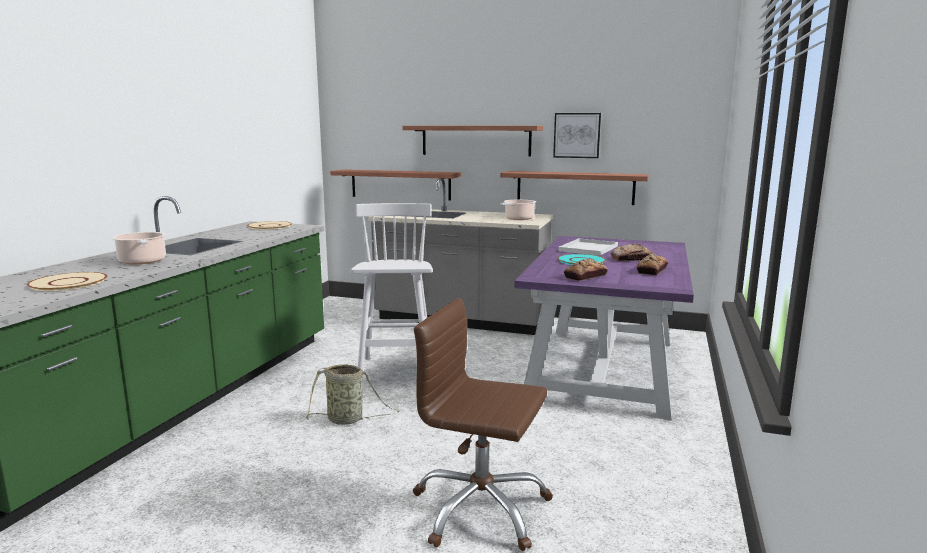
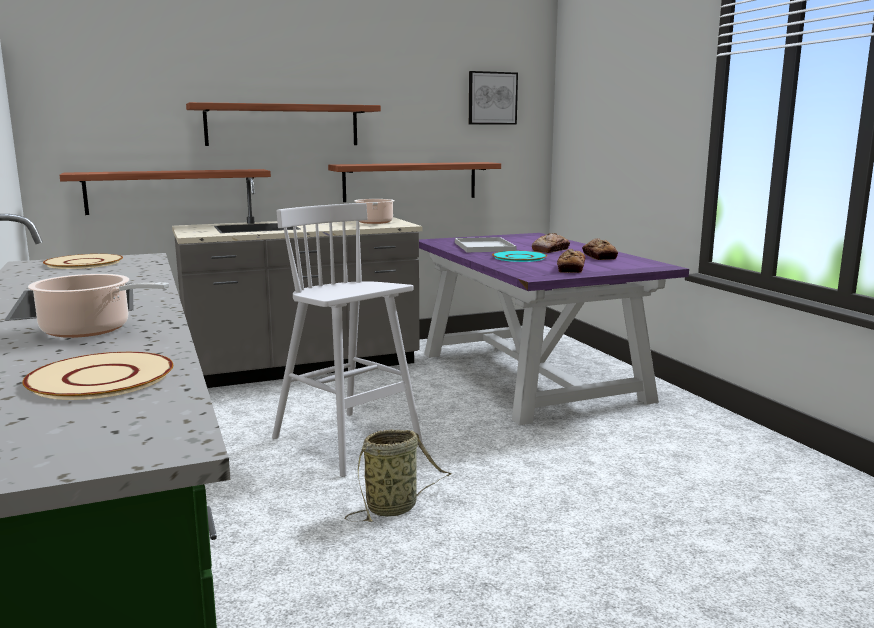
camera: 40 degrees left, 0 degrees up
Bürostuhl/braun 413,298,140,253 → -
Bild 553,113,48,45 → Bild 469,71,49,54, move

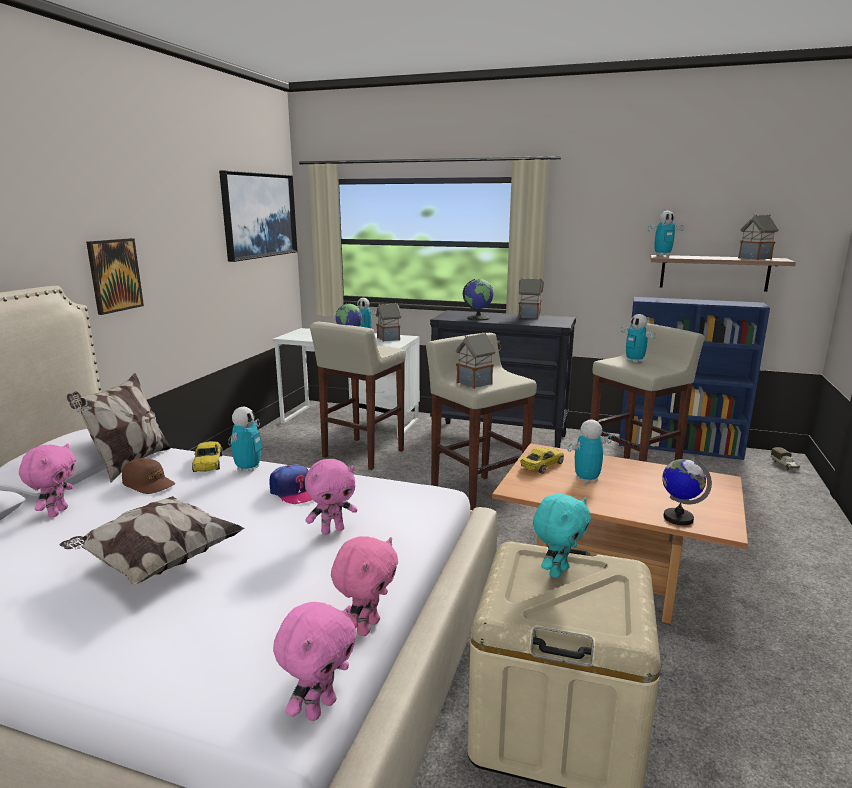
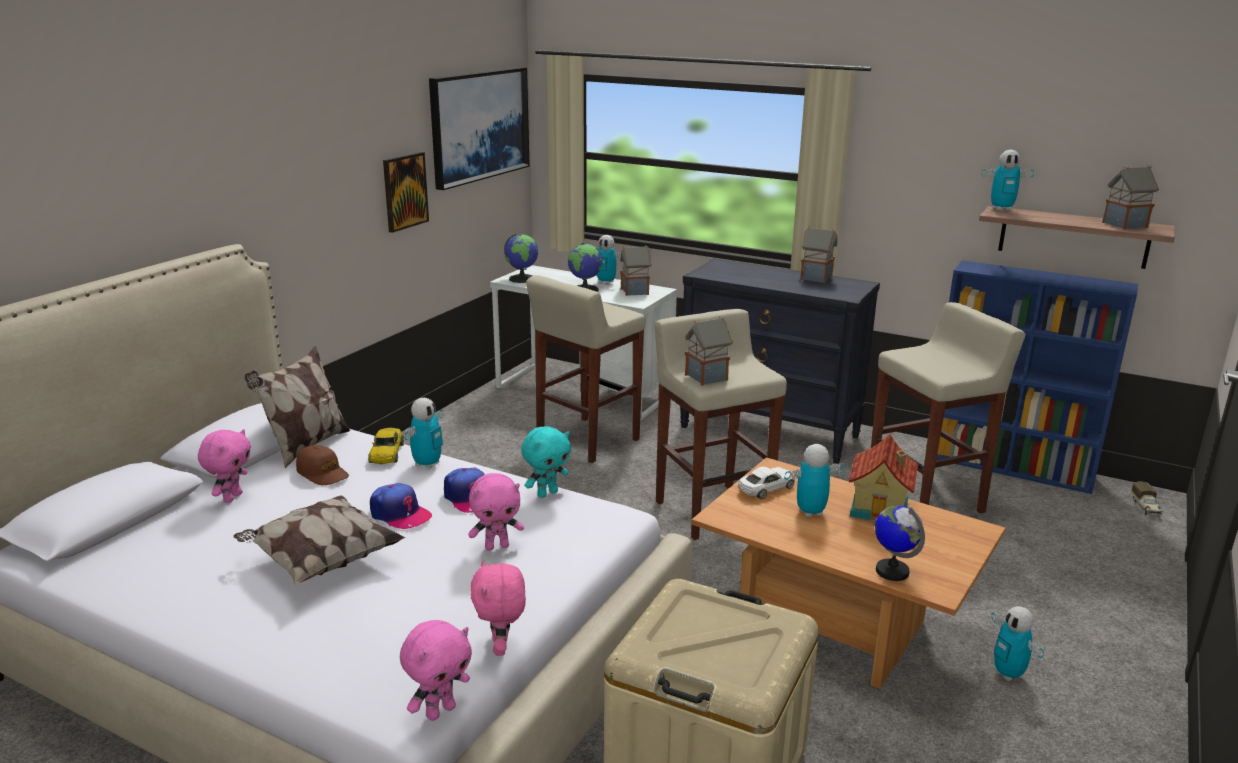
camera: 10 degrees right, 5 degrees up
Bild 86,238,58,77 → Bild 383,152,46,81, move
Plüschtier/rosa 331,536,67,100 → Plüschtier/rosa 470,560,56,96, 135 degrees clockwise
Globus 463,279,30,42 → Globus 504,234,34,49, move
Spielzeugauto/gelb 520,447,44,26 → Spielzeugauto/weiß 738,466,57,33
Plüschtier/türkis 533,494,58,84 → Plüschtier/türkis 521,426,50,72, move
Spielzeugroboter 621,314,35,49 → Spielzeugroboter 991,606,53,75, move
- → Kappe 370,483,62,46
- → Spielzeughaus 849,434,69,88

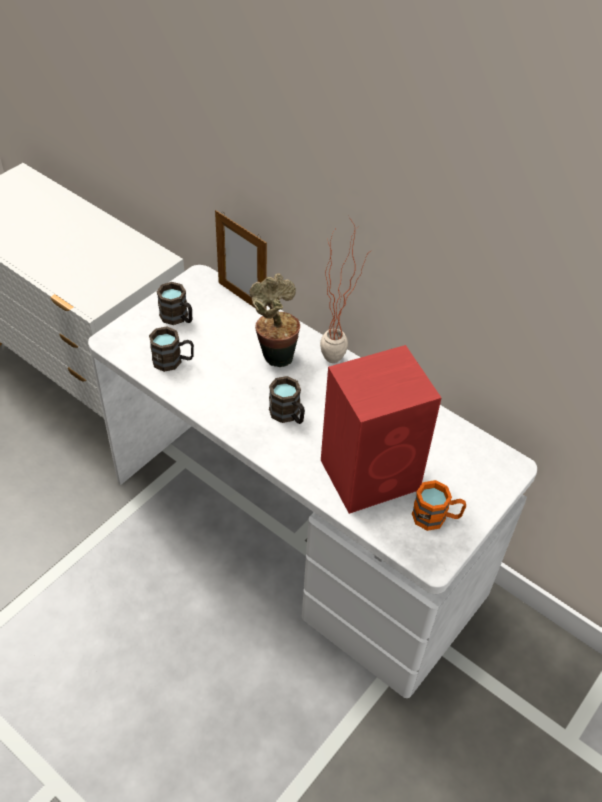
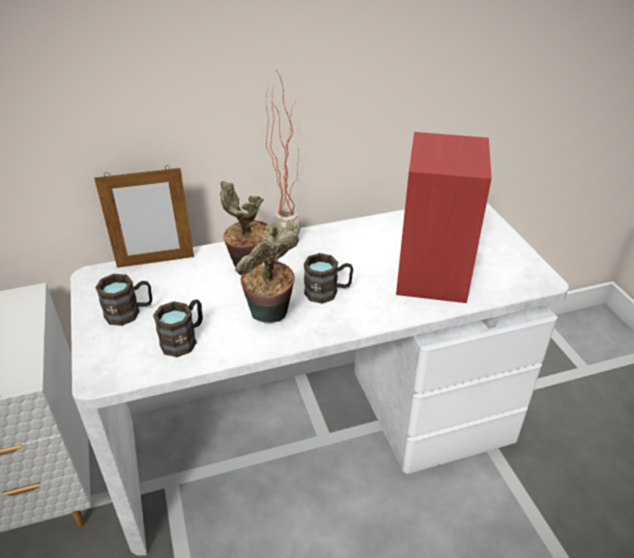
camera: 55 degrees left, 10 degrees down
Henkelbecher/orange 412,480,54,51 → -
- → Topfpflanze 235,220,64,103

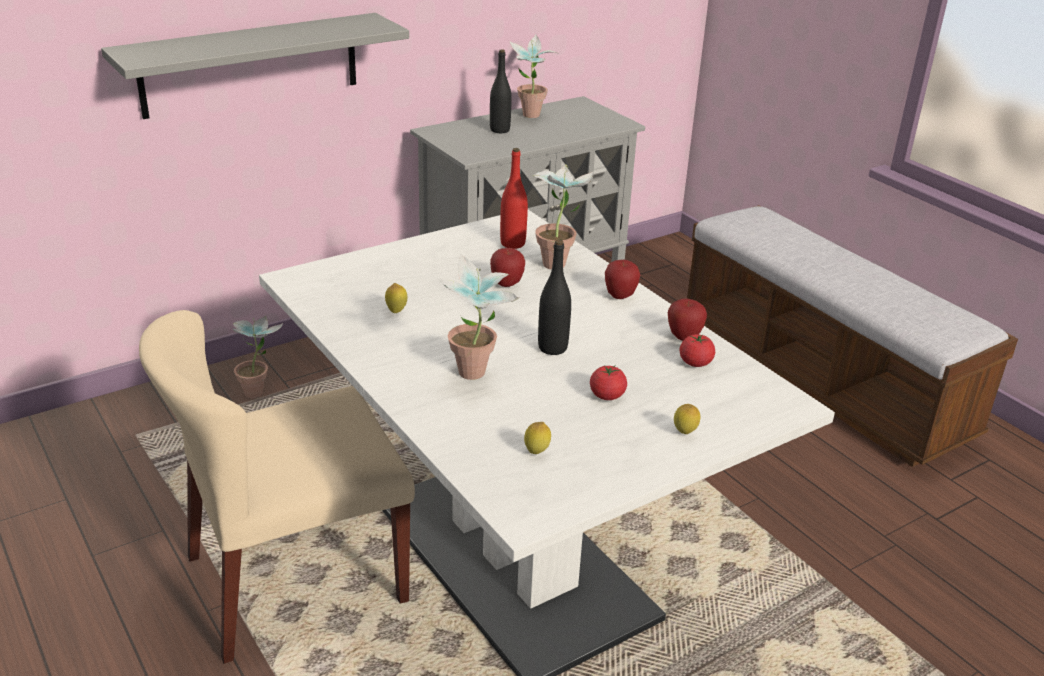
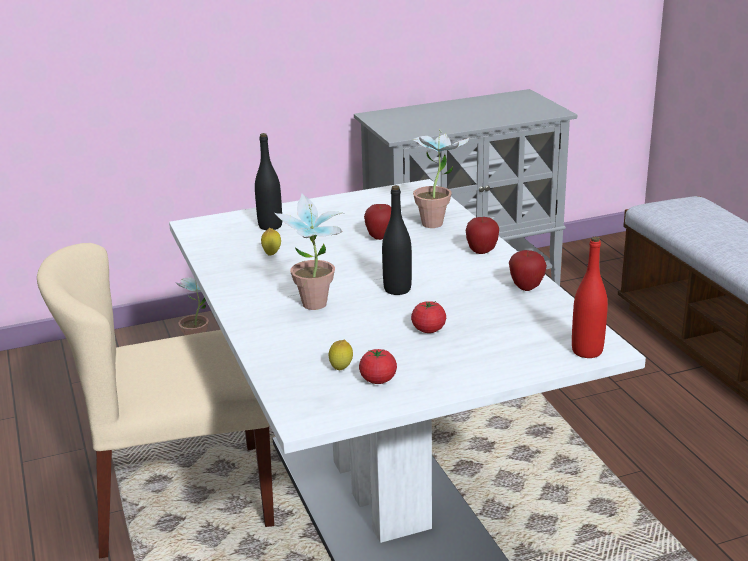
camera: 15 degrees right, 5 degrees down
Wandregal/grau 101,13,308,106 → -
Flasche/schwarz 490,49,22,84 → Flasche/schwarz 255,133,27,97, move
Flasche/rot 500,148,28,101 → Flasche/rot 572,236,36,122, move
Topfpflanze 509,35,49,83 → -
Zitrone 674,404,27,30 → -
Tomate 679,334,36,33 → Tomate 359,349,38,35, move

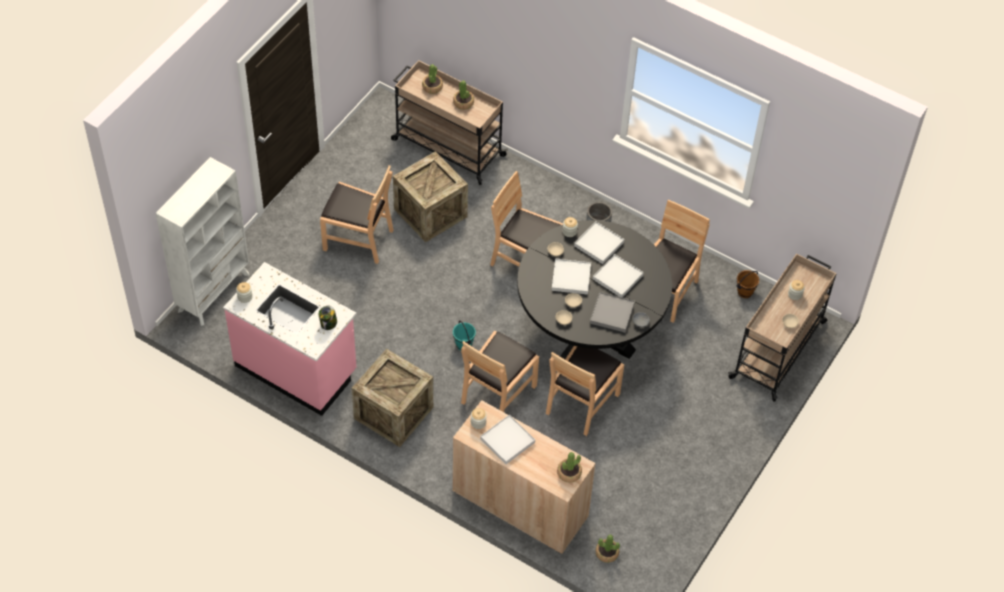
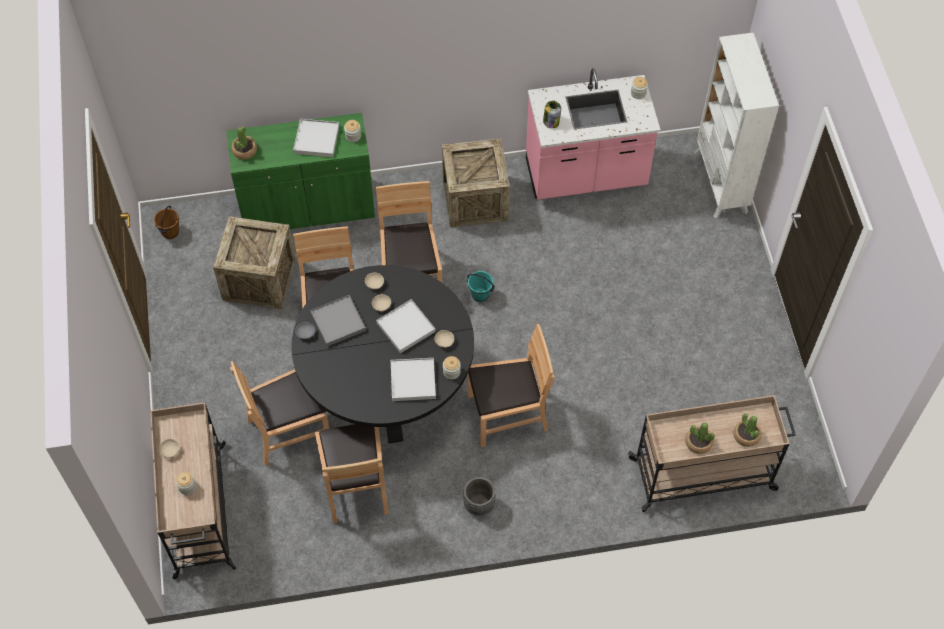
camera: 140 degrees right, 5 degrees up
Stuhl/braun 320,165,74,99 → Stuhl/braun 230,361,99,105, move
Kiste 393,151,75,91 → Kiste 213,216,83,93, move
Schrank/beige 453,400,143,154 → Schrank/grün 226,113,149,116
Tablett/weiß 593,254,51,43 → -
Topfpflanze 595,534,25,29 → -
Eimer/braun 736,270,23,28 → Eimer/braun 154,206,25,33, move

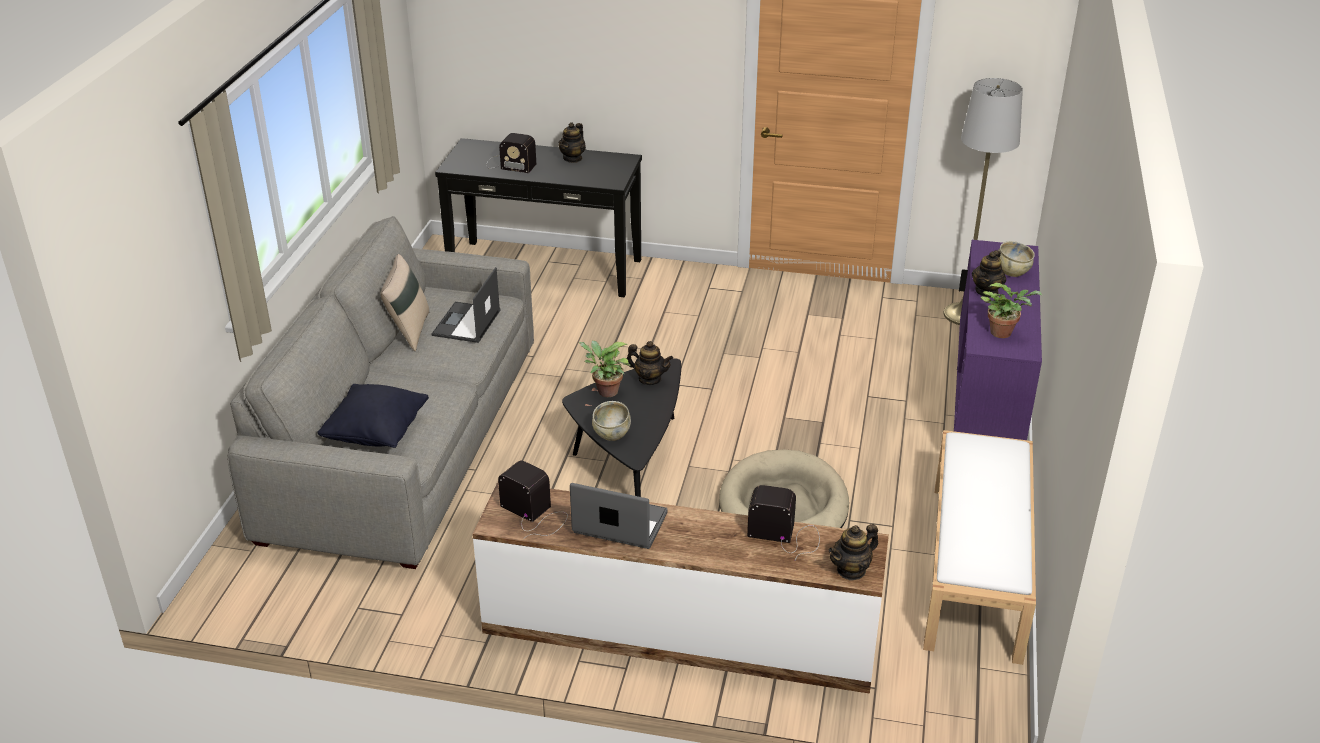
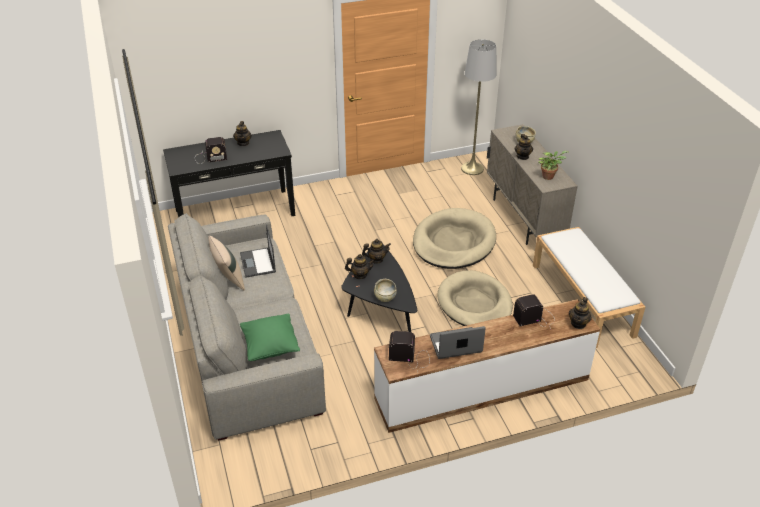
camera: 30 degrees left, 5 degrees up
Kissen/schwarz 317,384,112,64 → Kissen/grün 240,314,60,47
Topfpflanze 579,341,52,56 → Teekanne 345,254,30,25
Schrank/lila 954,240,88,200 → Schrank/beige 487,124,91,121
- → Hundebett/beige 413,208,83,61

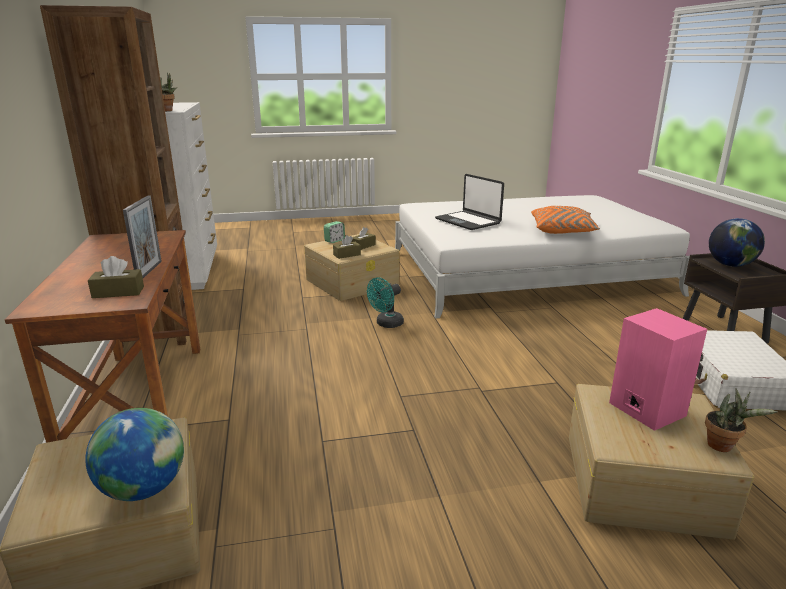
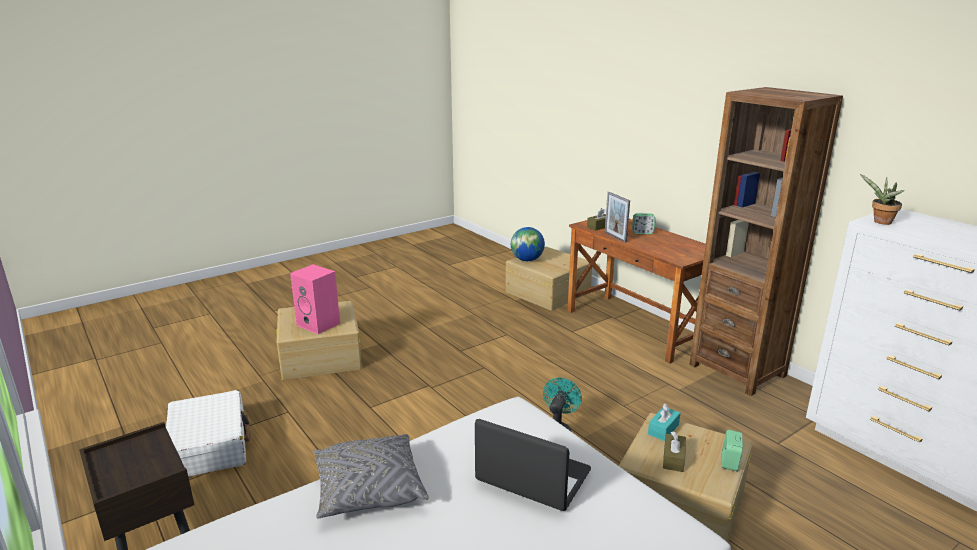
camera: 155 degrees right, 0 degrees up
Taschentuchbox/braun 333,235,28,24 → Taschentuchbox/türkis 648,404,32,37
Kissen/orange 531,206,69,28 → Kissen/grau 313,434,116,84
Topfpflanze 705,389,73,63 → -
Globus 709,218,56,49 → -
- → Wecker 632,213,24,21

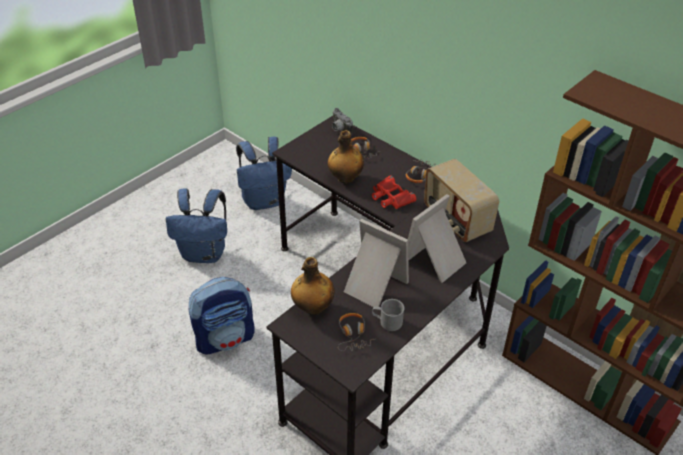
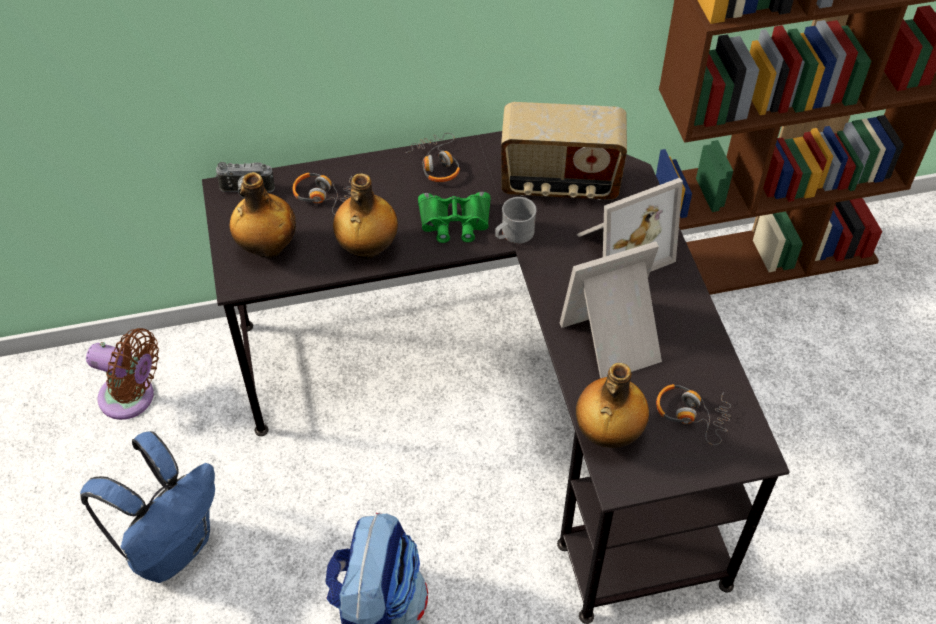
camera: 55 degrees left, 10 degrees up
Rucksack/blau 236,137,56,73 → Ventilator/braun 86,328,73,92
Fernglas/rot 372,175,44,34 → Fernglas/grün 418,192,73,51
Henkelbecher/grau 372,299,33,32 → Henkelbecher/grau 495,197,42,47, move
Bilderrahmen 408,194,58,89 → Bilderrahmen 577,178,106,94, 105 degrees counterclockwise
- → Flasche 230,172,66,86

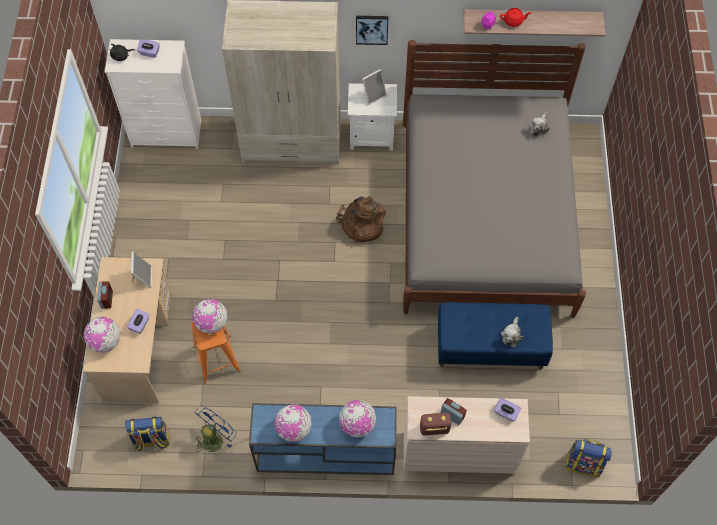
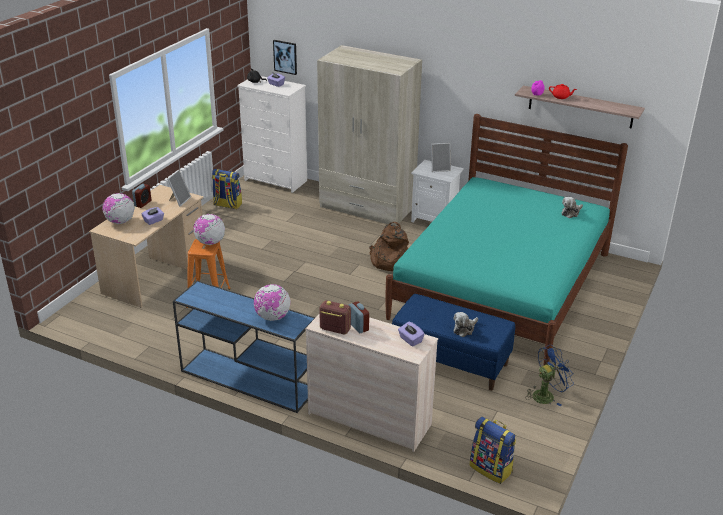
camera: 25 degrees right, 30 degrees down
Rucksack 125,417,45,35 → Rucksack 212,169,30,40, move
Ventilator/blau 194,405,42,47 → Ventilator/blau 525,344,49,62, move
Globus 274,404,37,38 → -
Bild 356,16,32,29 → Bild 273,40,24,35, move
Bett/grau 403,40,183,278 → Bett/türkis 385,114,243,251

